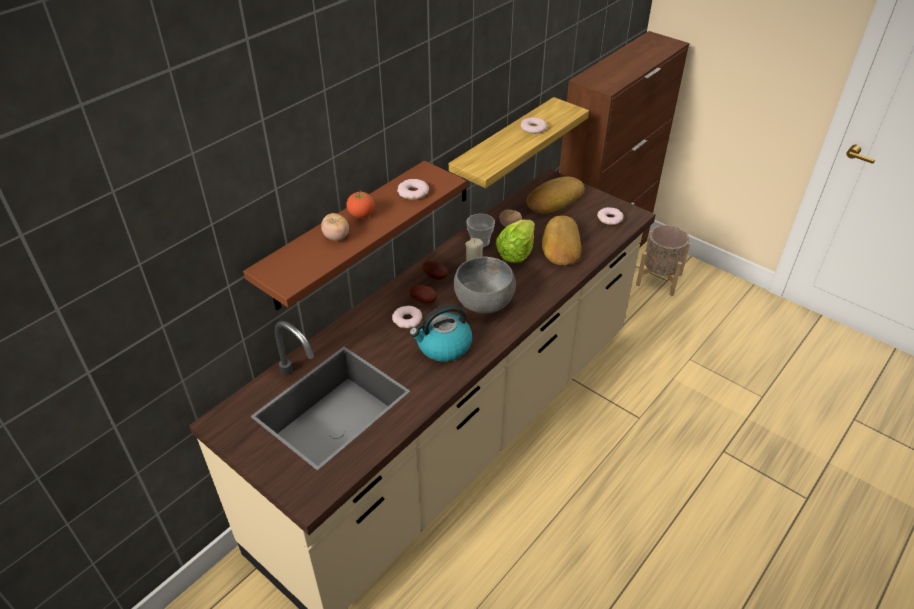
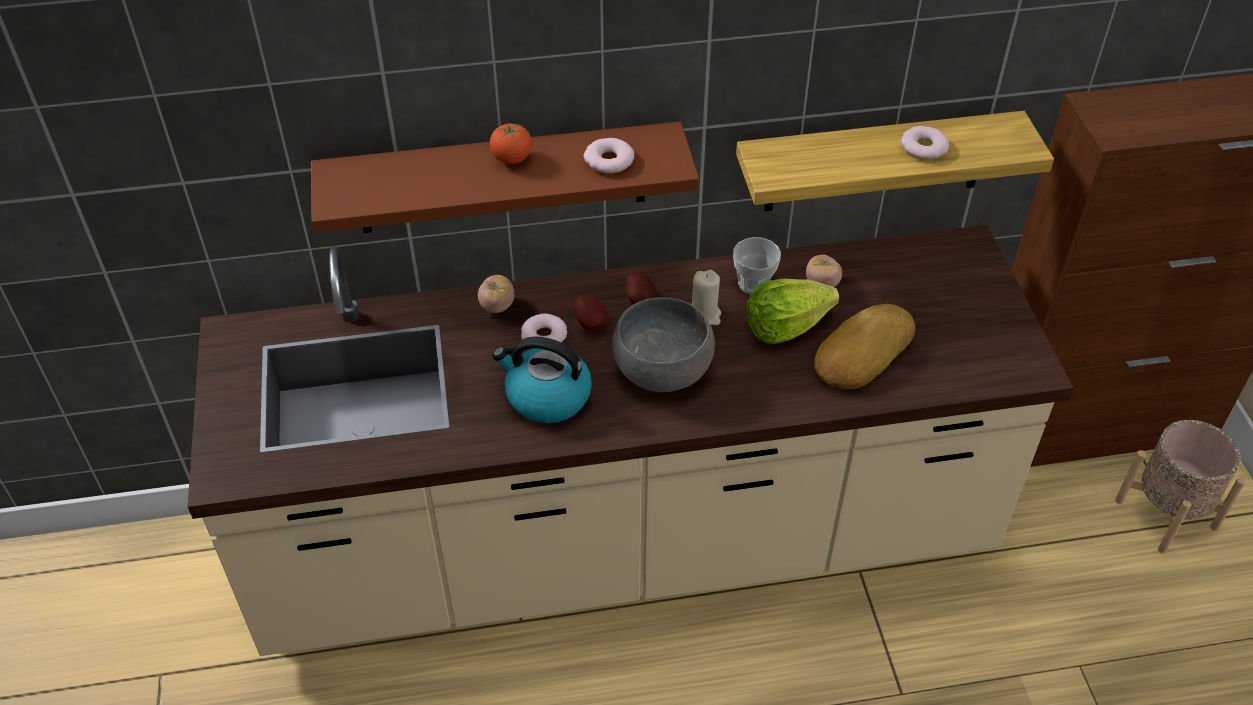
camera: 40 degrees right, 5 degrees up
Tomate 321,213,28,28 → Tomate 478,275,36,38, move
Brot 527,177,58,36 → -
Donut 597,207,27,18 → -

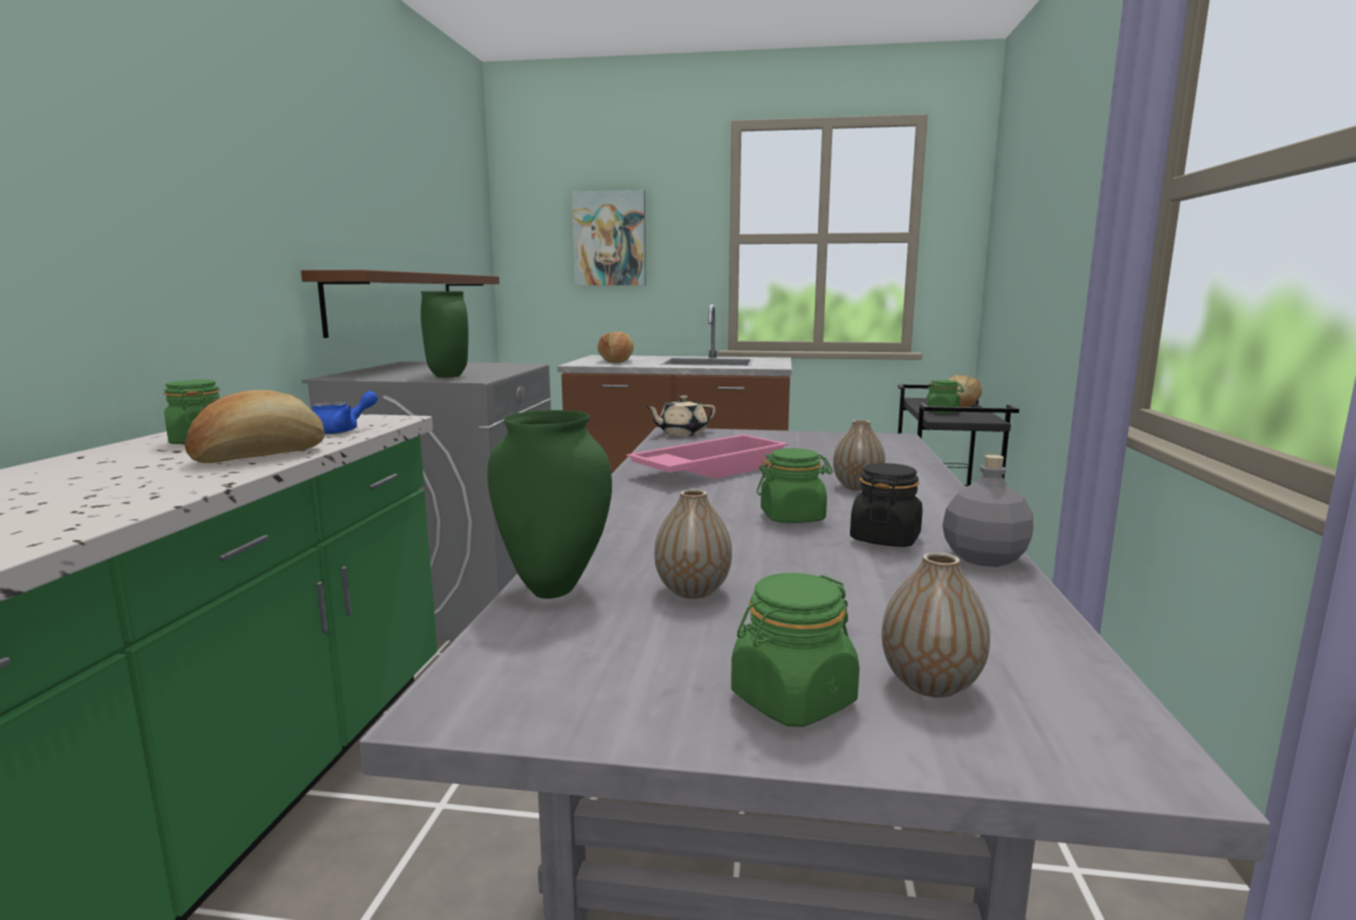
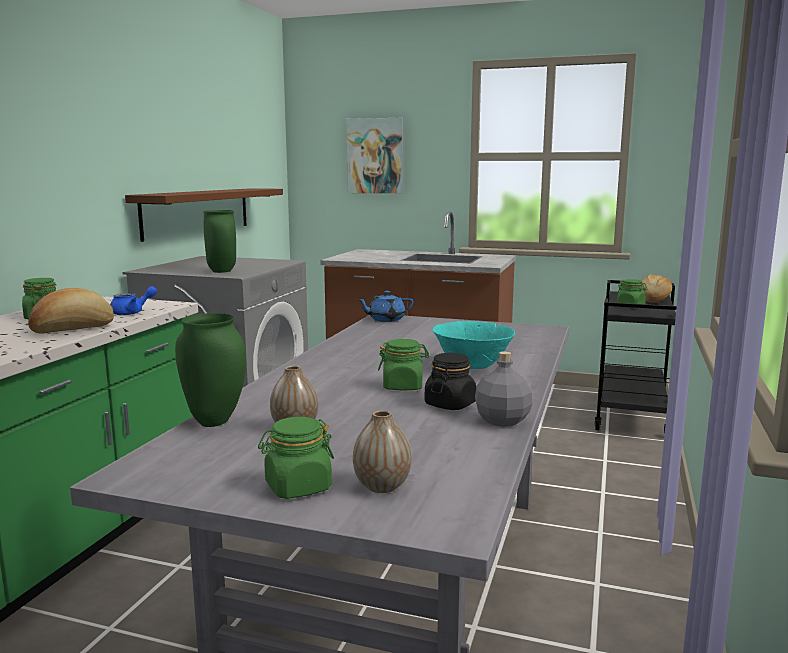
camera: 10 degrees right, 0 degrees up
Brot 598,332,36,31 → -
Tablett/rosa 627,434,161,45 → -
Teekanne/beige 646,395,70,41 → Teekanne/blau 357,291,56,31
Vase 833,420,52,70 → Schüssel/türkis 433,321,82,48

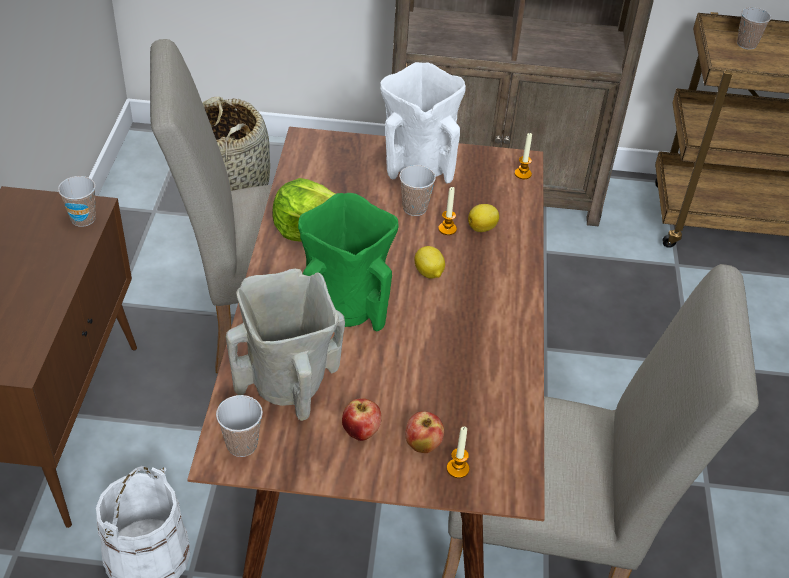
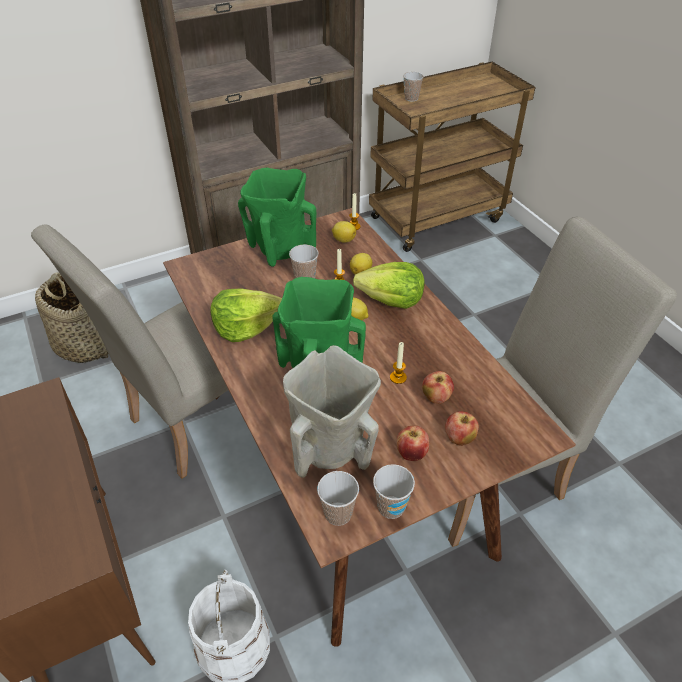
camera: 30 degrees left, 0 degrees up
Tasse 58,176,38,51 → Tasse 373,464,42,55, move
Vase/weiß 380,62,86,122 → Vase/grün 238,168,78,99
Kerze 447,427,22,51 → Kerze 390,342,17,42, move
- → Zitrone 332,221,24,22
- → Salatkopf 353,262,72,47
- → Apfel 422,371,32,33

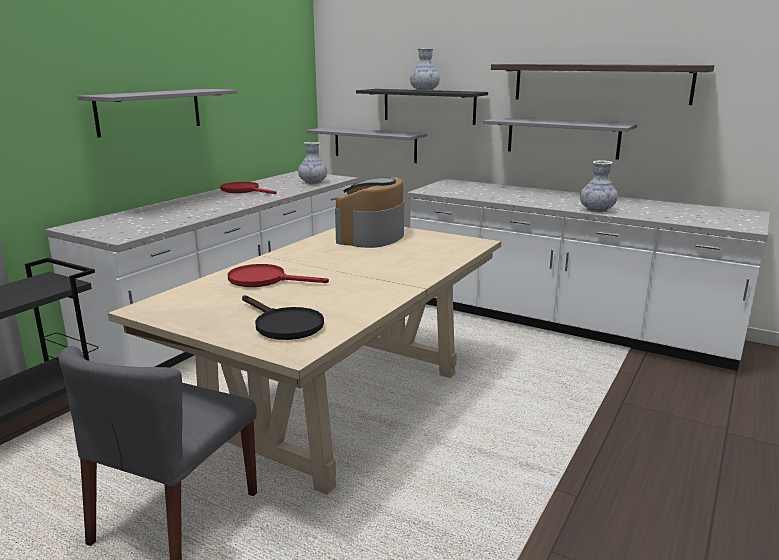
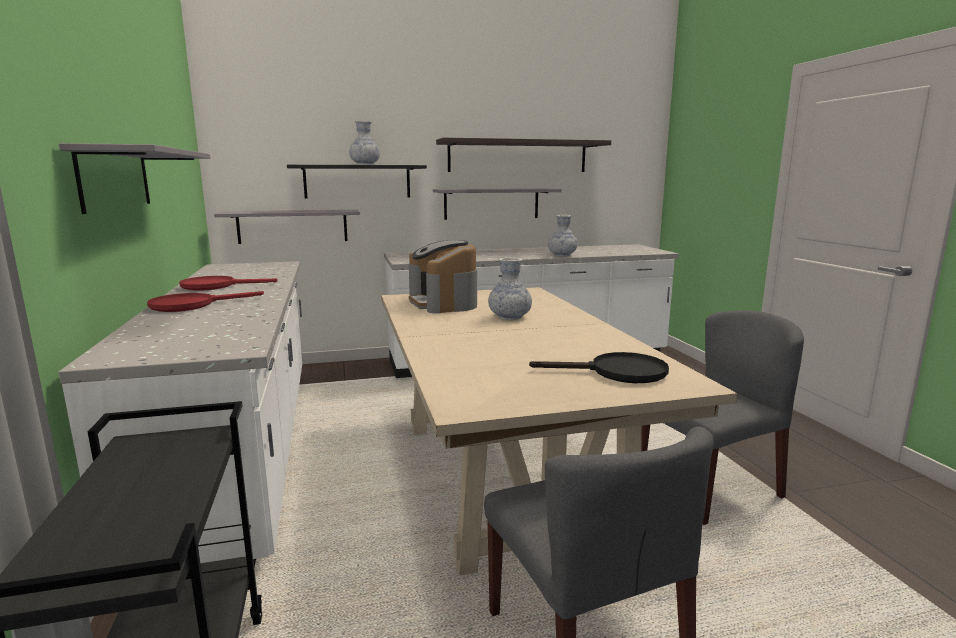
camera: 45 degrees left, 5 degrees down
Pfanne/rot 228,264,101,23 → Pfanne/rot 147,291,117,21, move
Vase 298,142,29,42 → Vase 488,258,44,62, move
- → Stuhl/grau 641,310,163,215

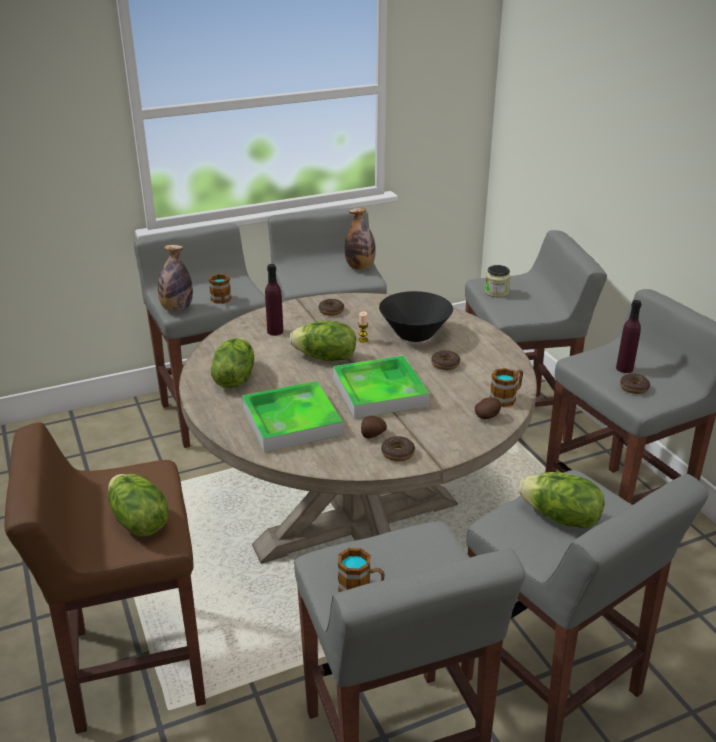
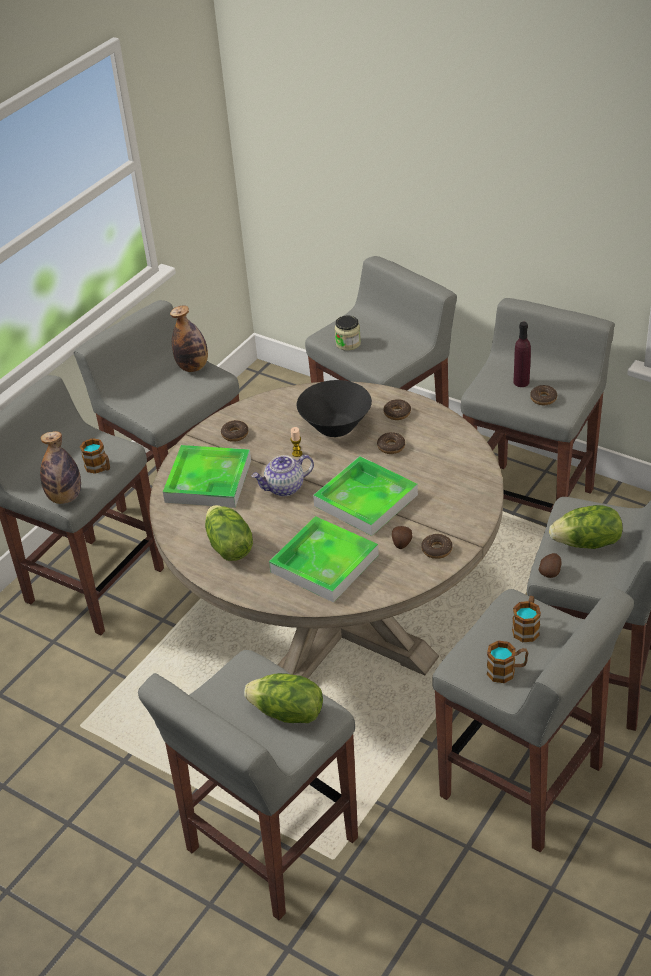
camera: 30 degrees left, 10 degrees up
Hocker/braun 5,422,201,312 → Hocker/grau 138,650,220,270
Flasche/lila 265,264,18,72 → Tablett 163,445,88,63
Salatkopf 290,321,66,40 → Teekanne 252,455,62,41
Kartoffel 475,398,26,21 → Kartoffel 539,553,23,25, move
Henkelbecher 490,368,33,39 → Henkelbecher 512,596,29,46, move
- → Donut 383,399,28,21

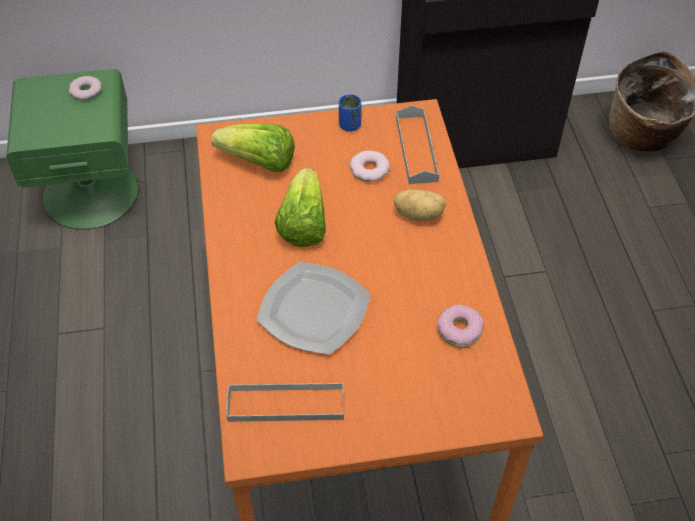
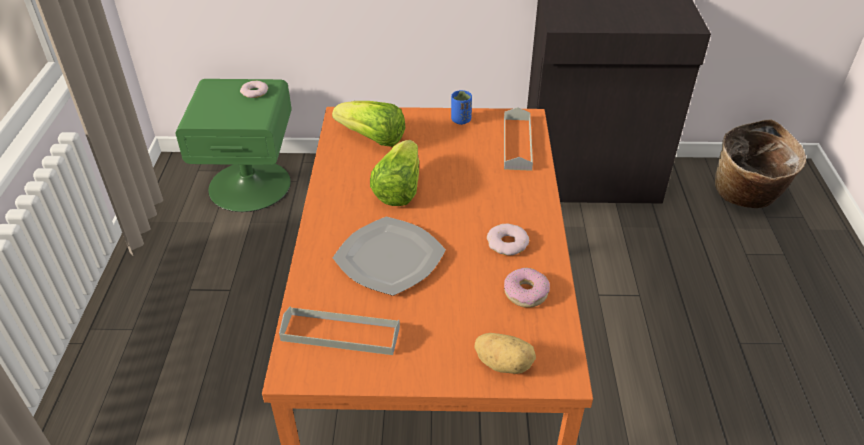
camera: 10 degrees right, 10 degrees down
Donut 350,150,40,32 → Donut 487,224,42,32, move
Kartoffel 394,190,52,31 → Kartoffel 474,333,62,41, move

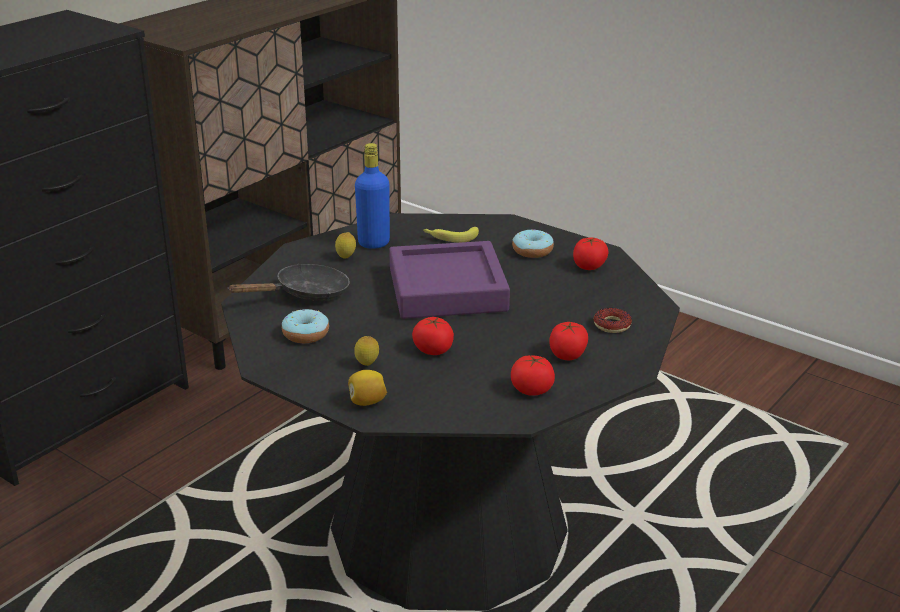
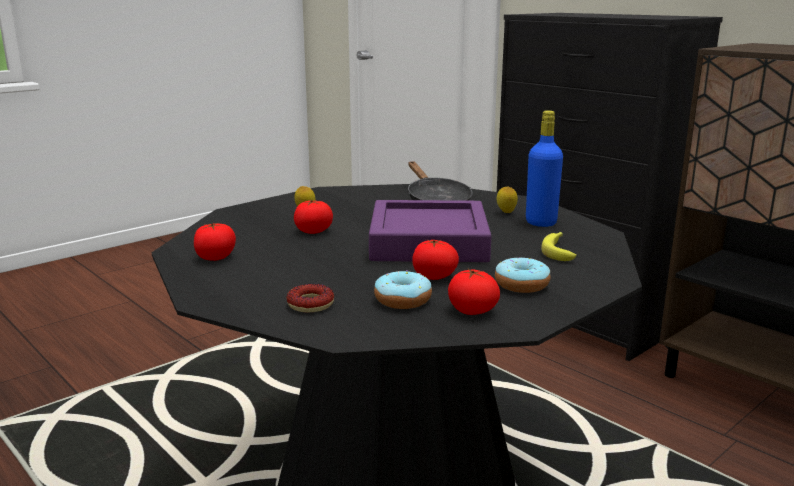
camera: 100 degrees right, 10 degrees down
Donut 282,309,47,34 → Donut 374,270,58,39, move
Zitrone 348,370,39,36 → -
Tomate 549,322,39,38 → Tomate 412,239,47,41, move

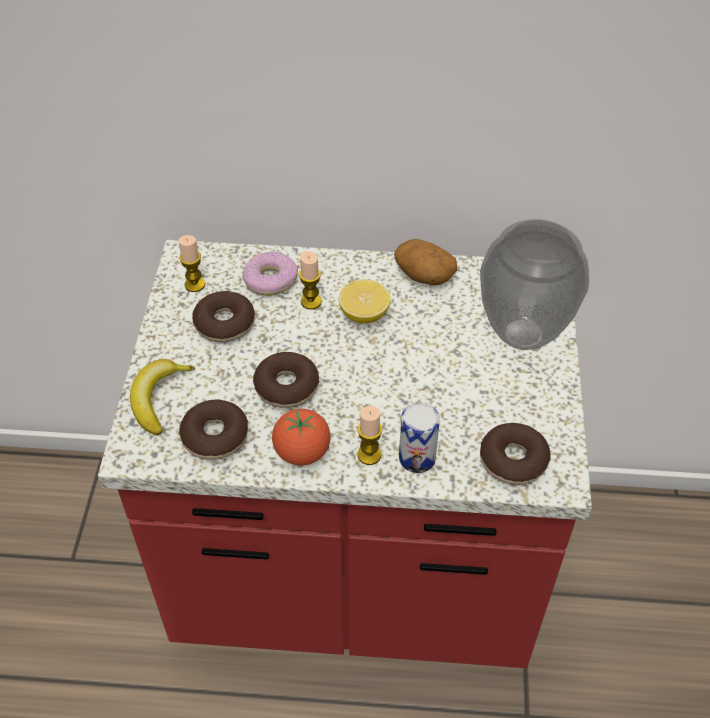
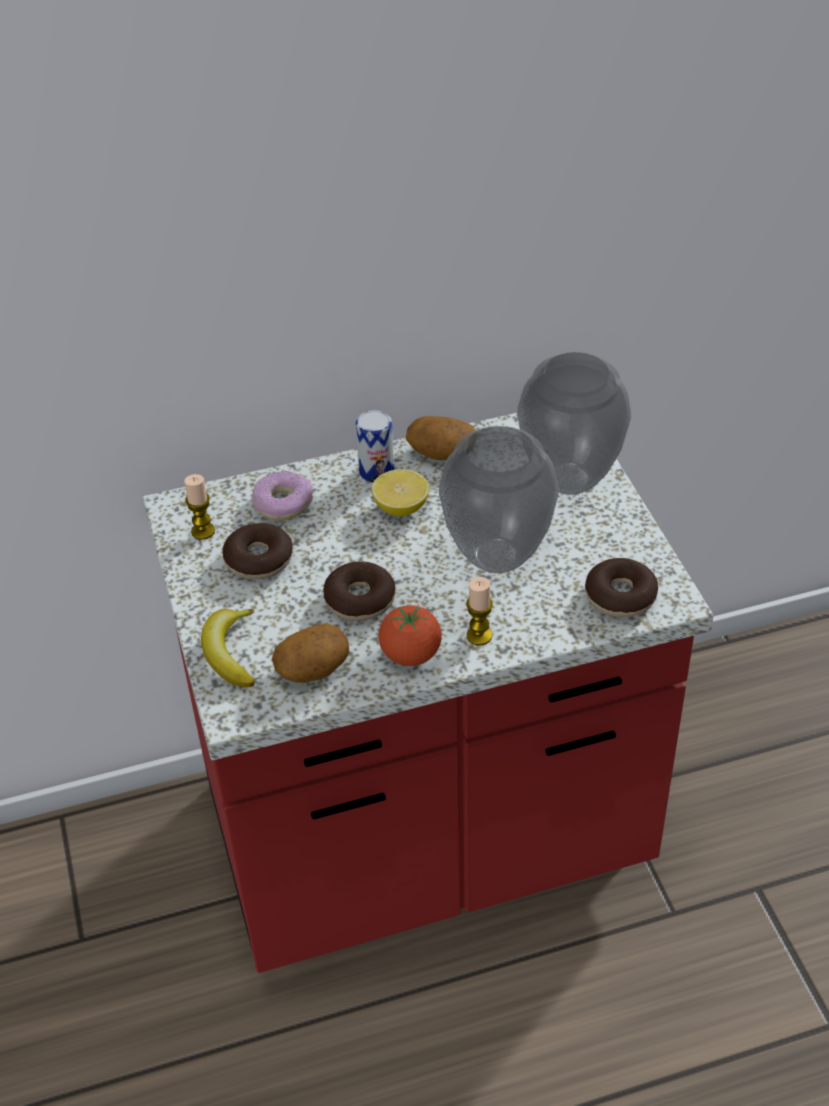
camera: 20 degrees left, 5 degrees down
Donut 179,399,69,61 → Kartoffel 272,623,78,60
Kerze 299,251,23,58 → -
Dose 399,403,41,70 → Dose 356,410,38,73, move
- → Vase 439,426,120,147

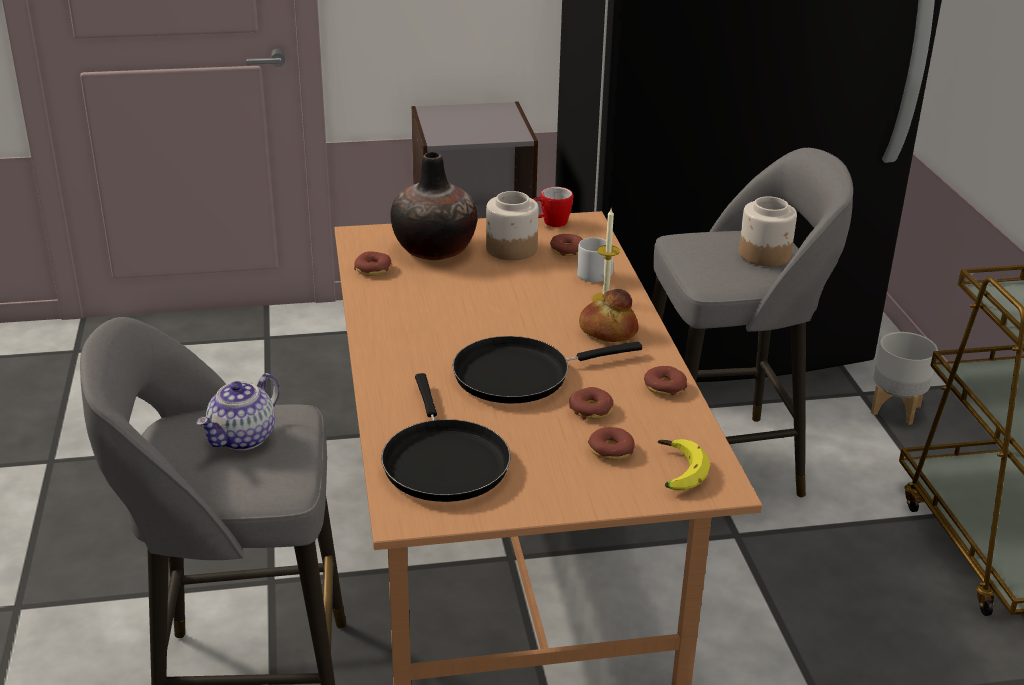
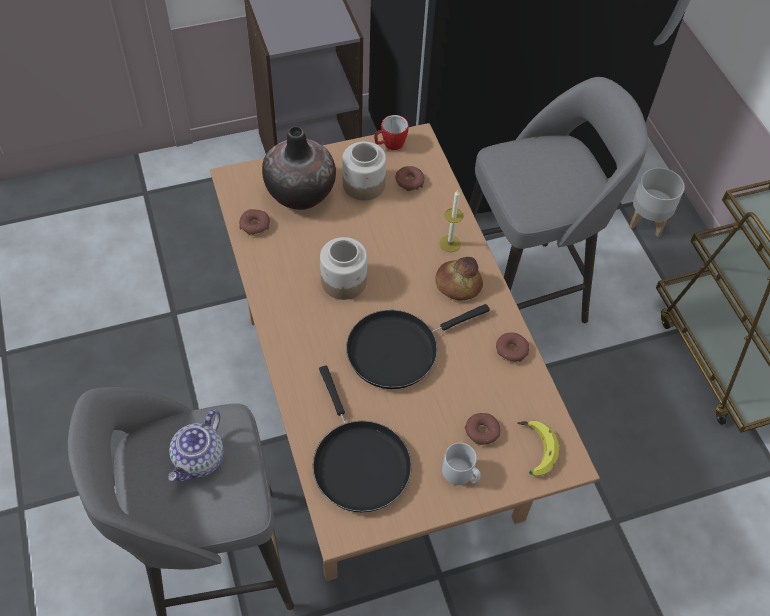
camera: 10 degrees left, 25 degrees up
Donut 569,387,45,33 → -
Henkelbecher/grau 577,237,37,45 → Henkelbecher/grau 442,443,39,42, move
Vorratsglas 739,196,58,70 → Vorratsglas 320,237,47,63, move

